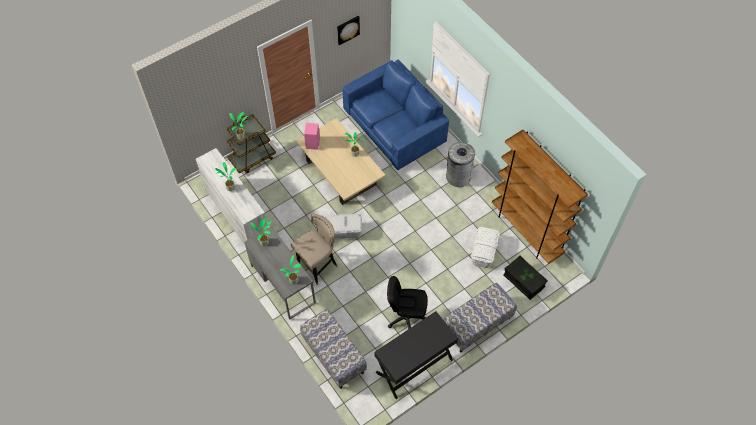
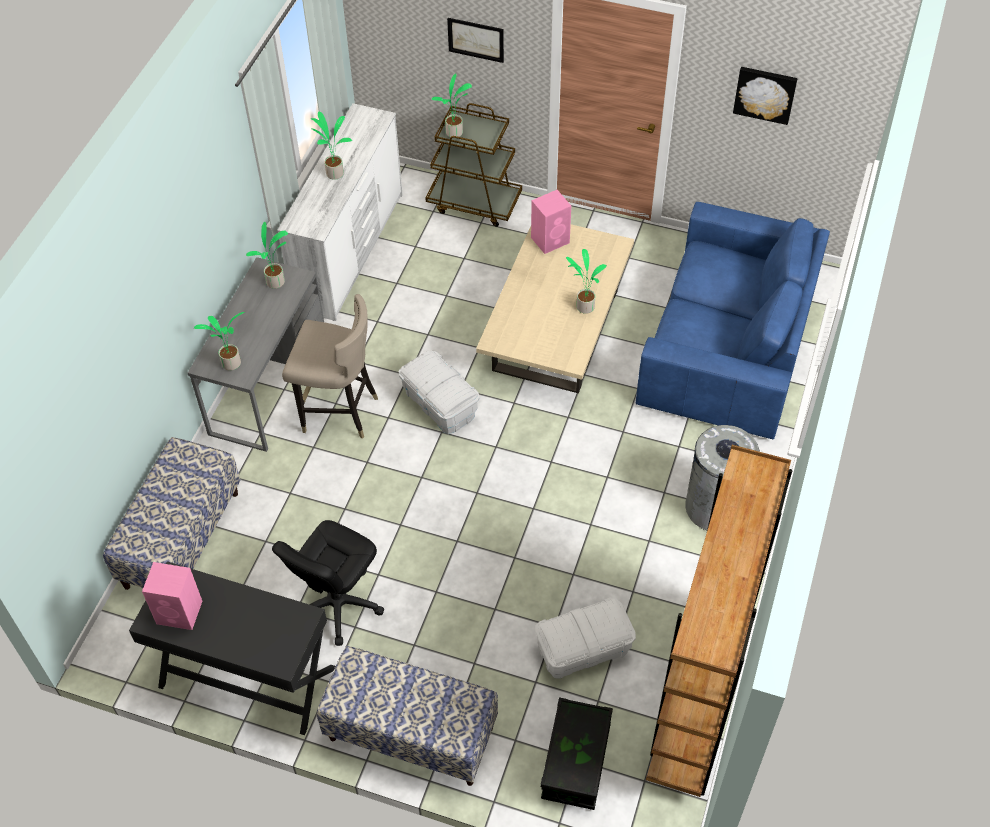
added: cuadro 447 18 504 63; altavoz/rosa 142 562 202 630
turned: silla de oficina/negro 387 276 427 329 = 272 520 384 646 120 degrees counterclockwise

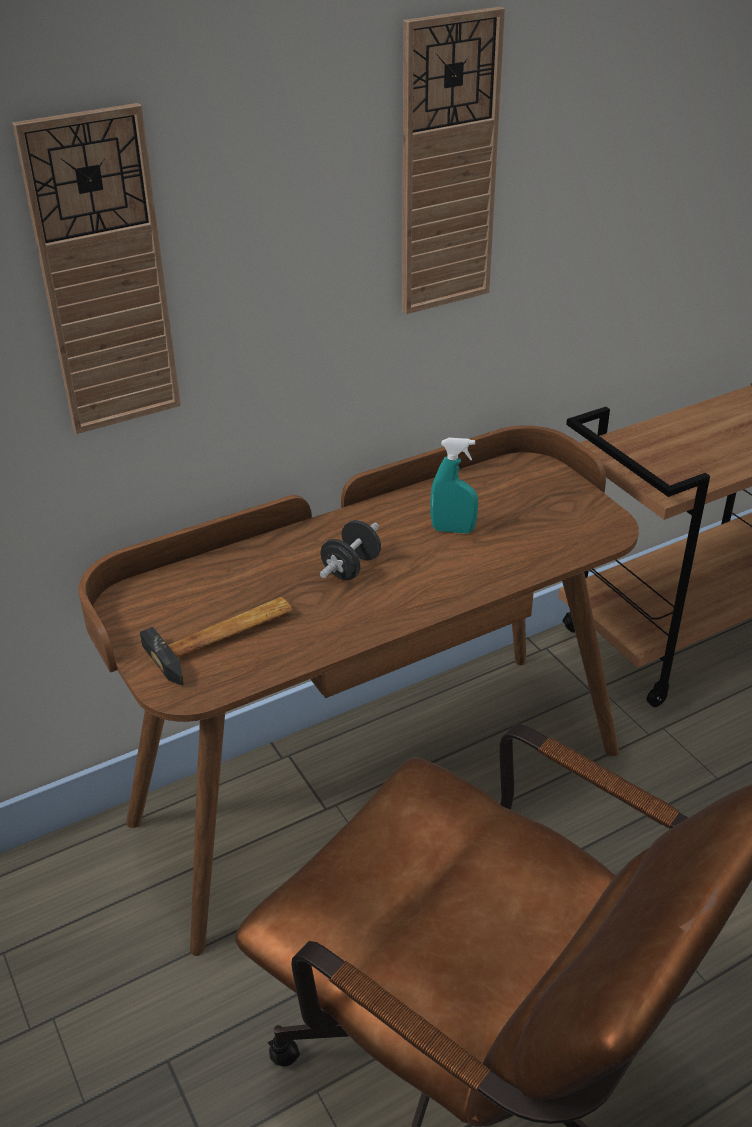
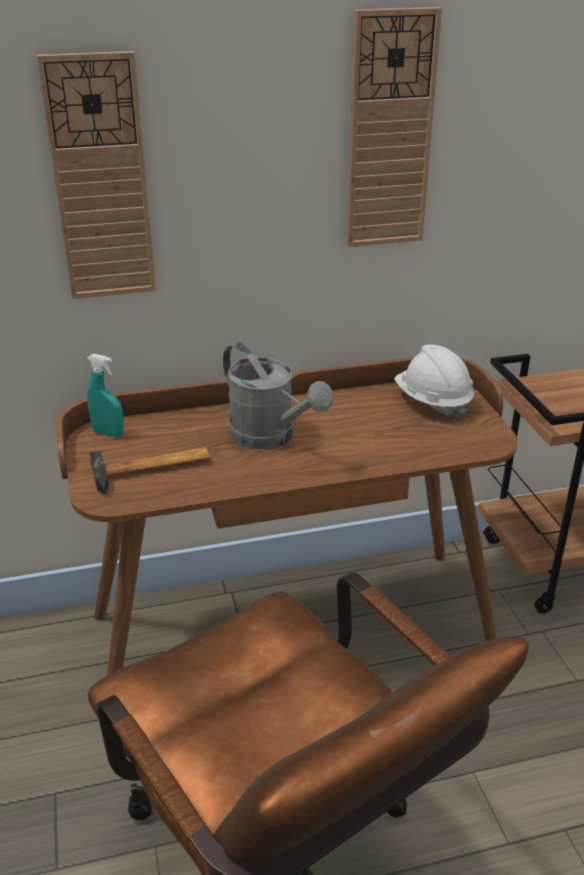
added: casco/blanco 394 345 474 419
moved: pulverizador/turquesa 430 438 478 534 to 87 354 124 437
replaced: mancuerna/negro 320 520 381 580 to regadera/gris 223 342 333 449

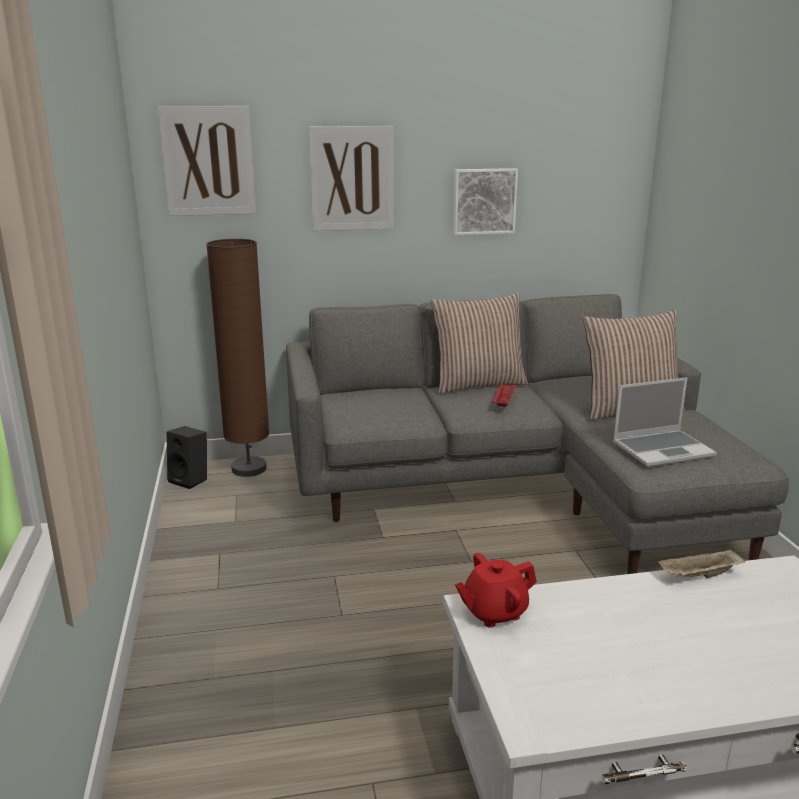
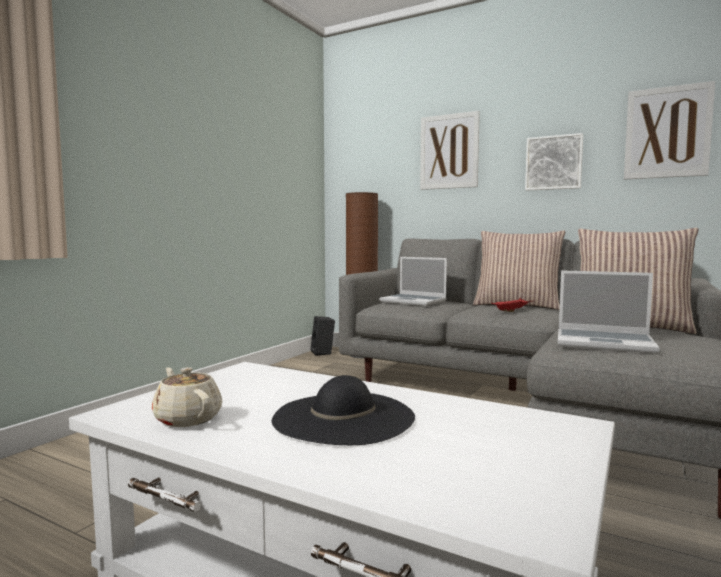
removed: bandeja/beis 658 548 745 578; tetera/rojo 455 553 537 628
added: portátil 379 257 447 306; tetera/beis 152 367 222 427; sombrero/negro 272 375 415 445
moved: cuadro 158 106 256 216 to 624 81 715 179

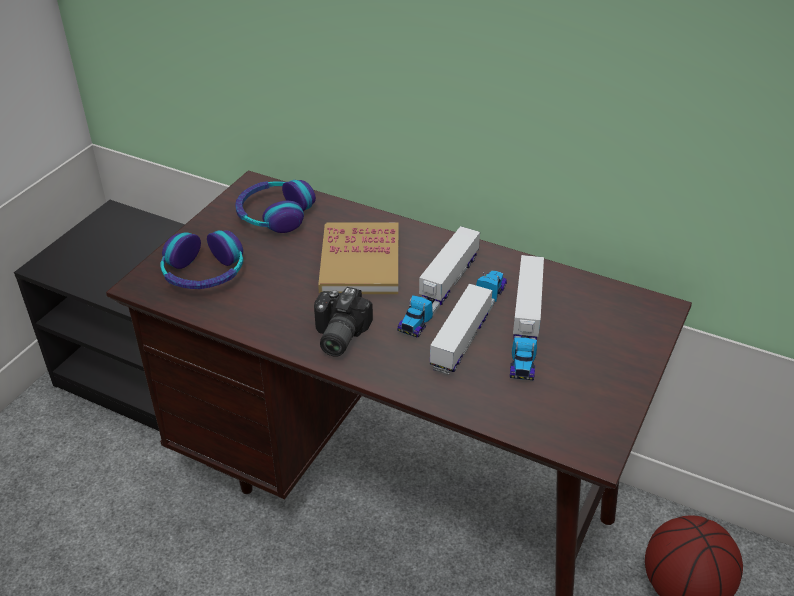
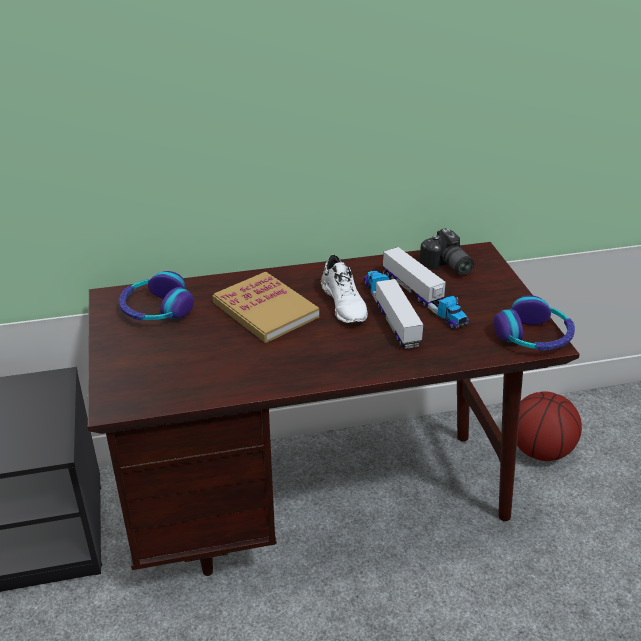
moved: auriculares 160 230 243 289 to 494 295 575 350; cámara 314 287 373 357 to 420 228 474 275
replaced: camión de juguete 397 226 480 337 to zapato/blanco 321 254 368 324

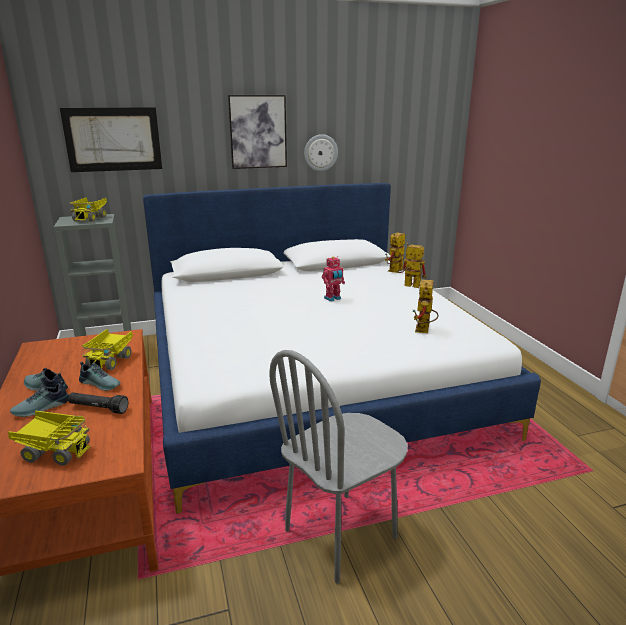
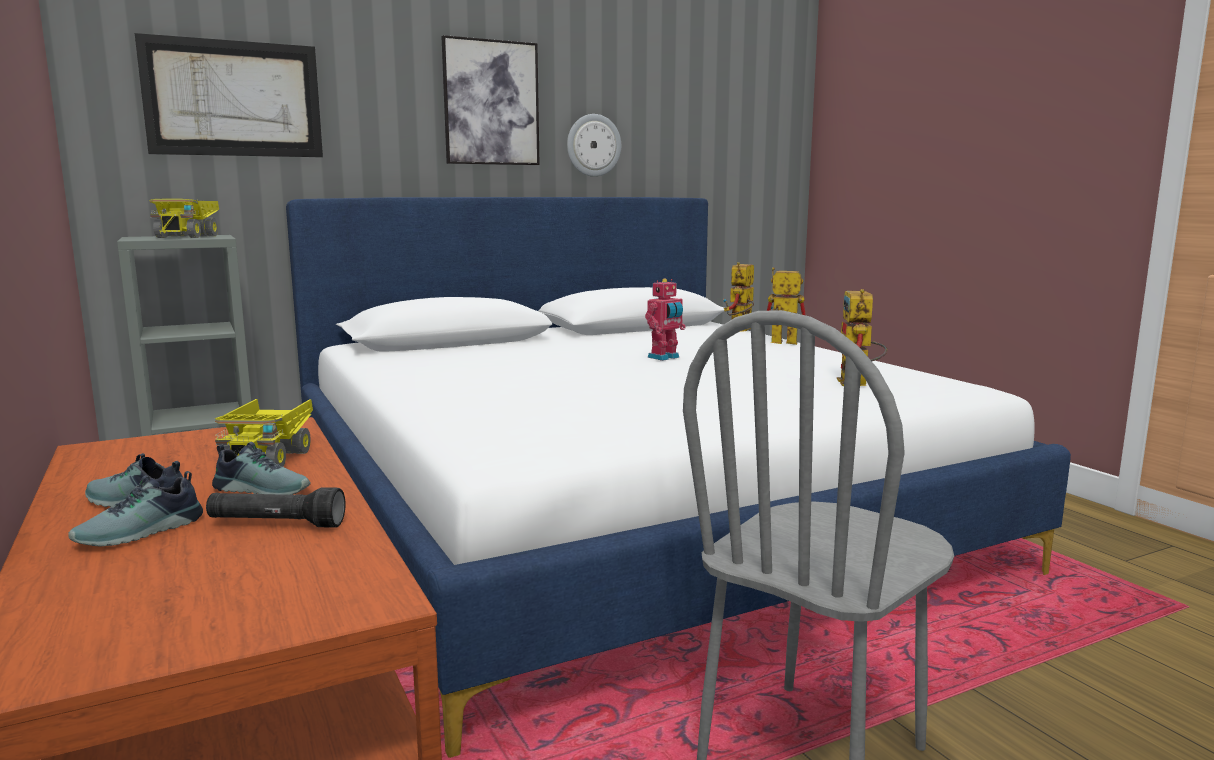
removed: camión de juguete 8 411 91 466

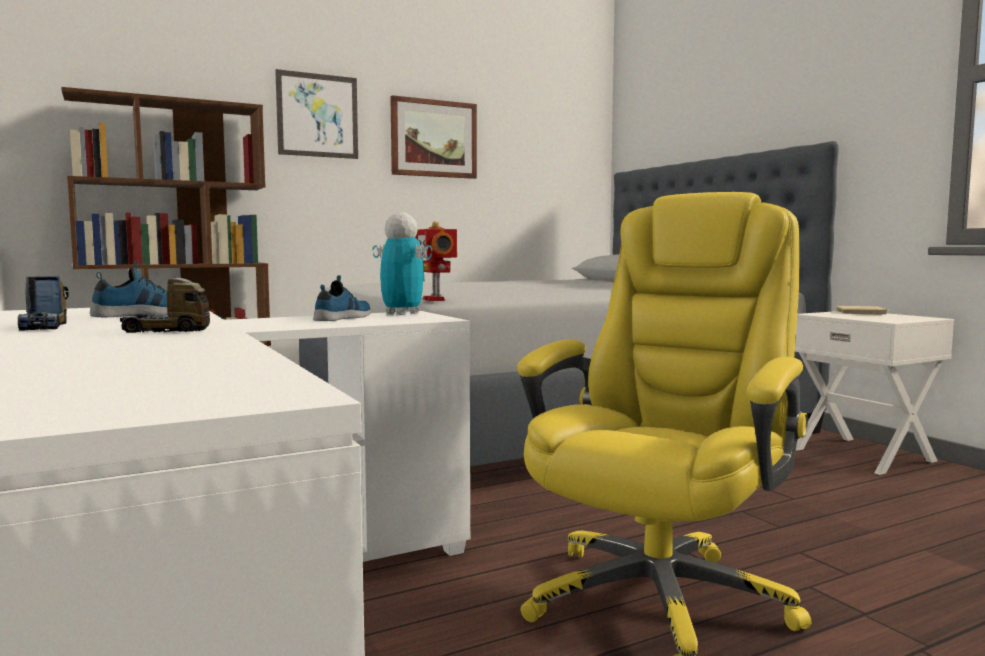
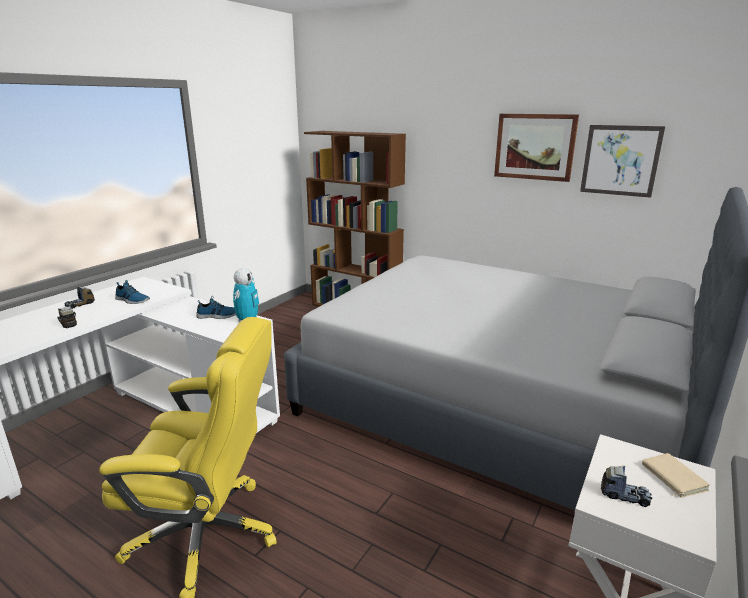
removed: robot de juguete 415 221 457 301
added: camión de juguete 601 466 652 507
moved: cuadro 275 69 358 159 to 580 125 665 198

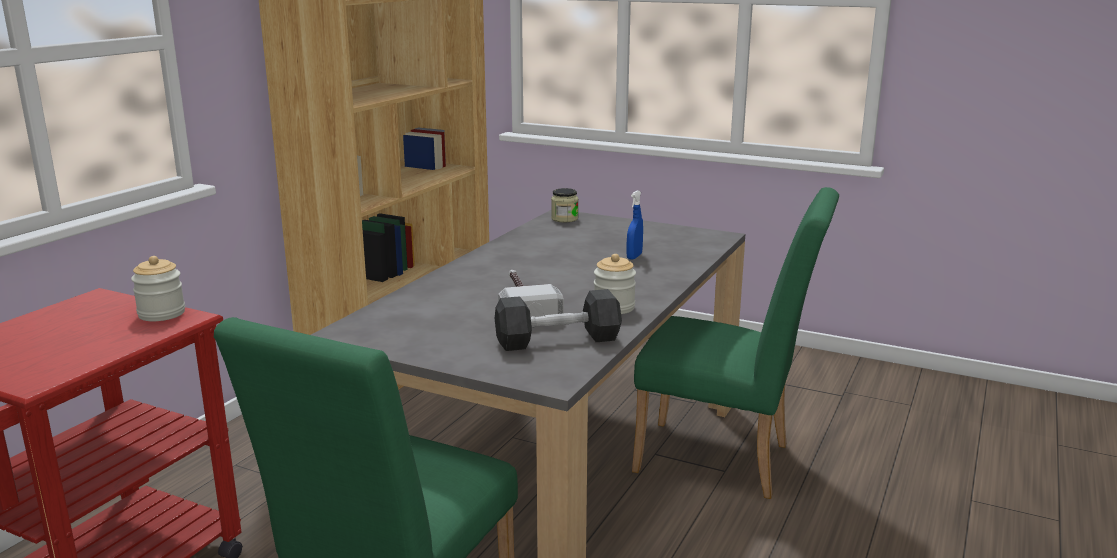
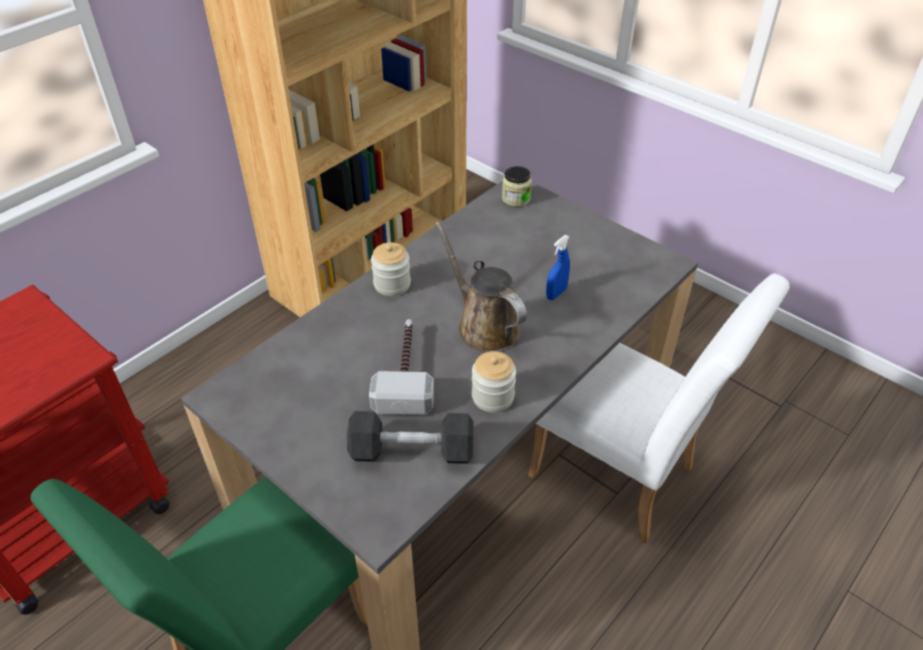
added: regadera/marrón 435 221 527 352
moved: tarro 131 256 185 321 to 371 242 411 296
recoloured: silla/verde 632 187 839 499 to silla/blanco 528 273 790 543

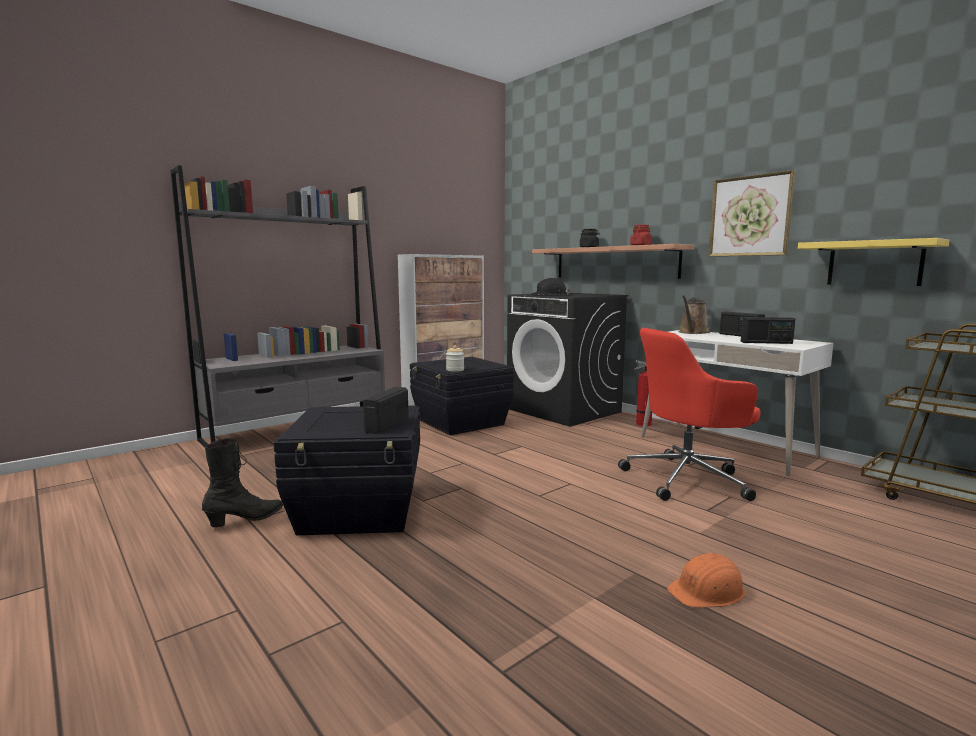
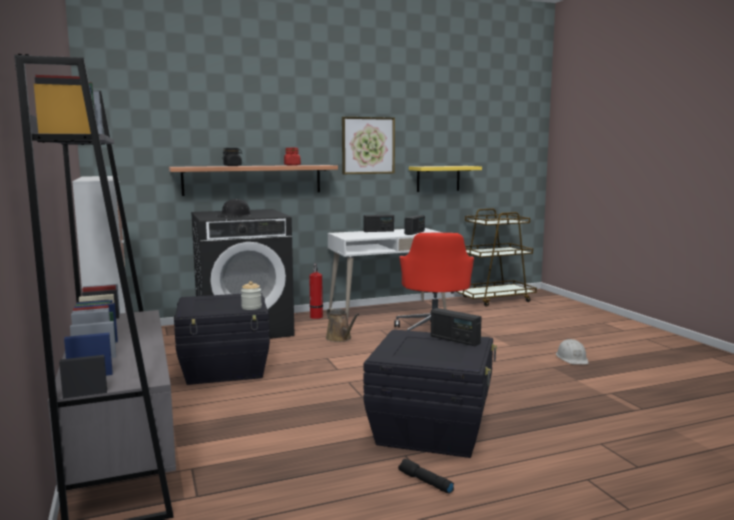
moved: regadera/marrón 679 296 710 334 to 326 308 359 342
replaced: bota/negro 202 438 283 527 to linterna/negro 398 459 454 494
recoloured: casco/naranja 667 553 745 608 to casco/blanco 556 339 588 365

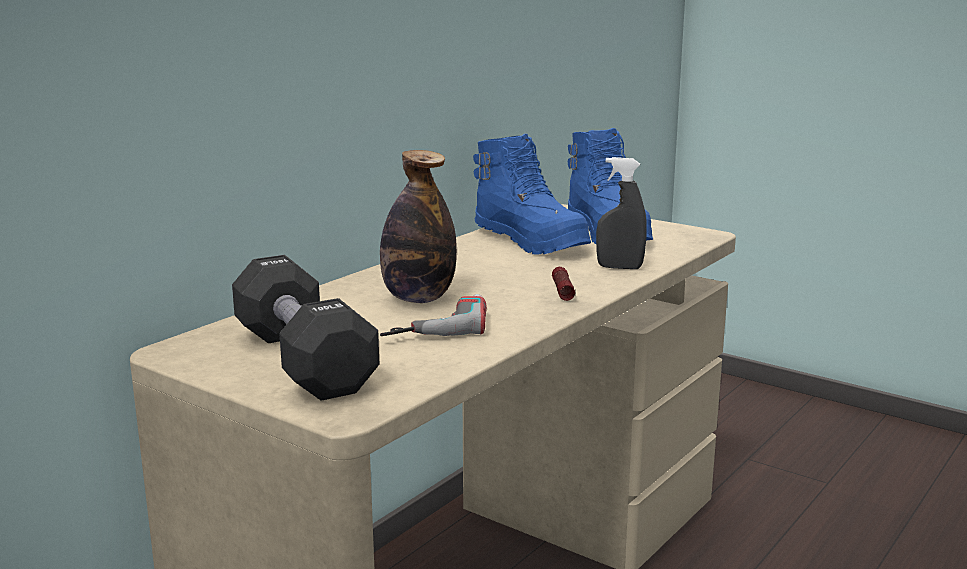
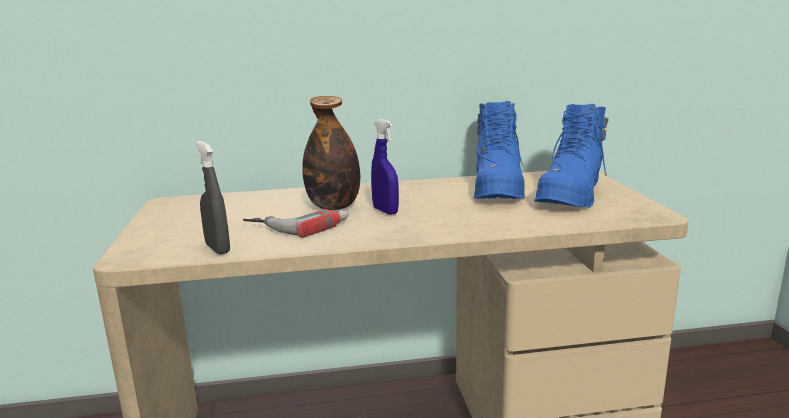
removed: mancuerna/negro 232 255 379 401; linterna 552 267 575 301
added: pulverizador/azul 371 119 399 215
moved: pulverizador/gris 596 157 647 269 to 196 141 230 255

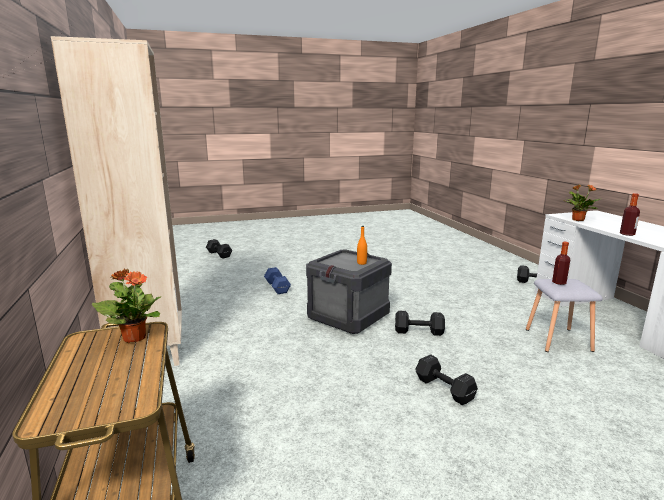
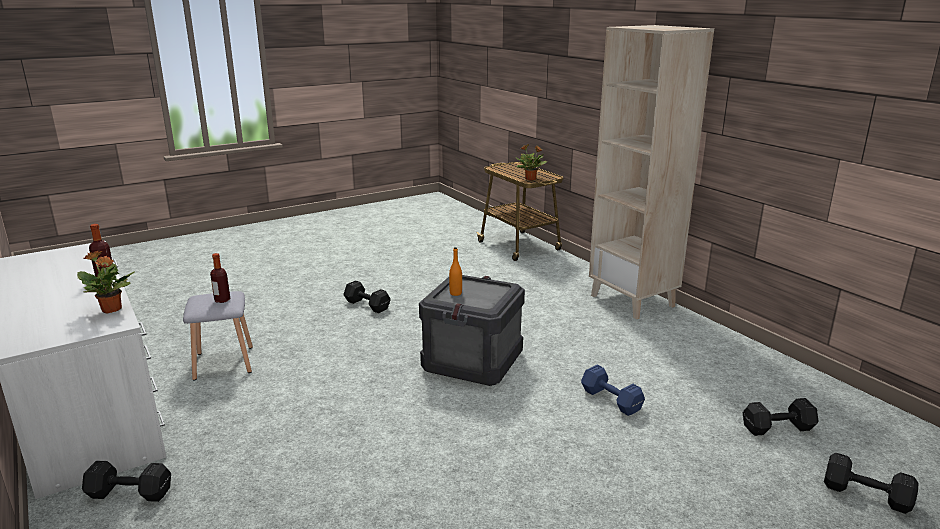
moved: mancuerna/negro 395 311 445 336 to 743 398 818 436

